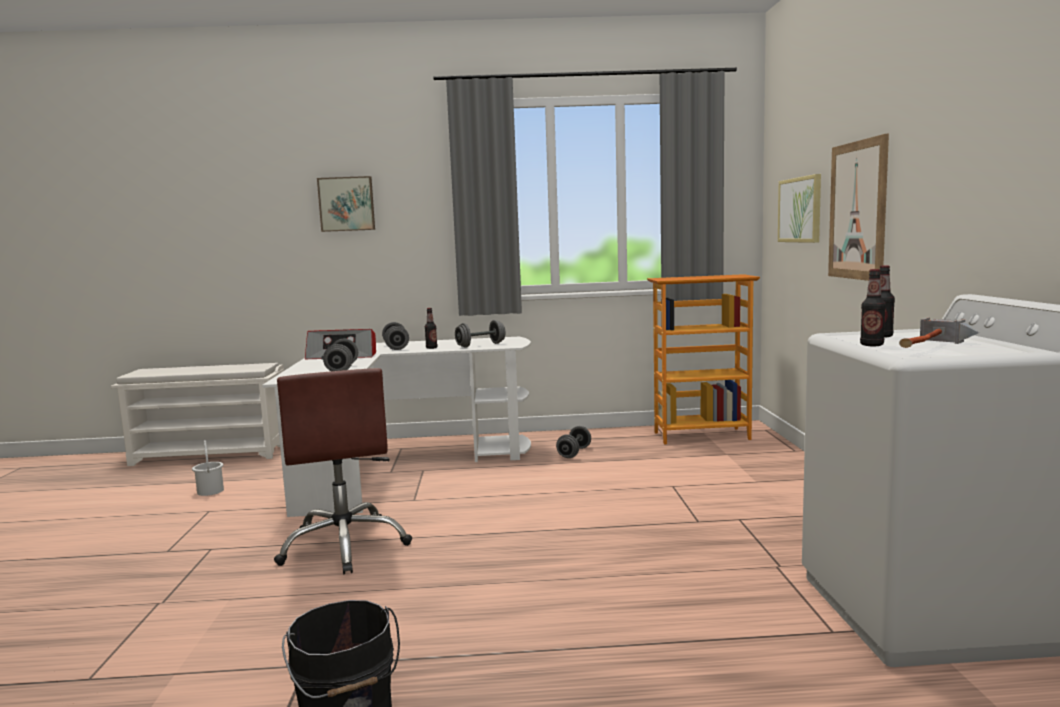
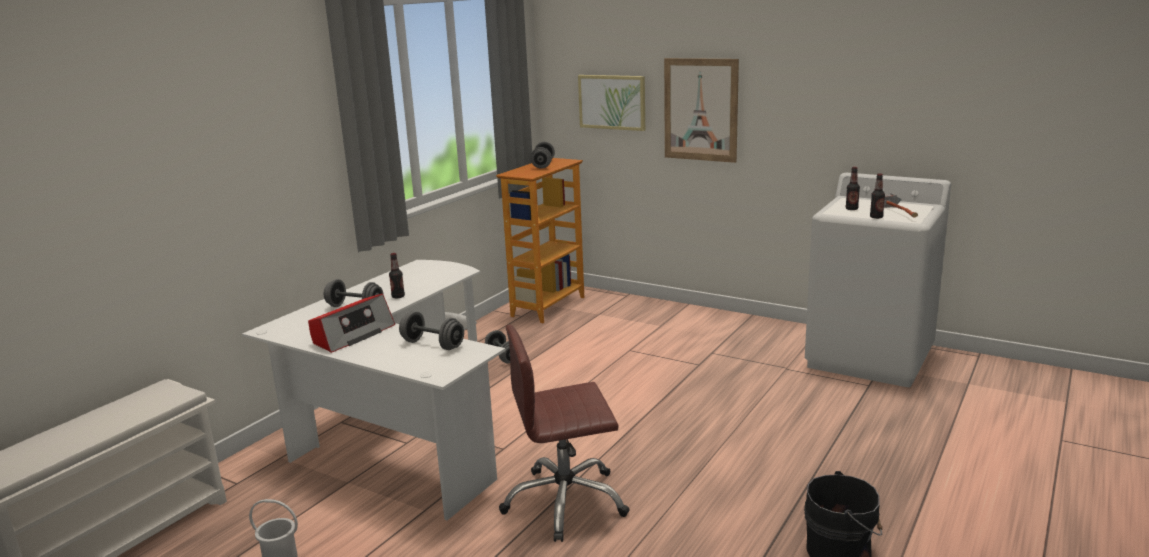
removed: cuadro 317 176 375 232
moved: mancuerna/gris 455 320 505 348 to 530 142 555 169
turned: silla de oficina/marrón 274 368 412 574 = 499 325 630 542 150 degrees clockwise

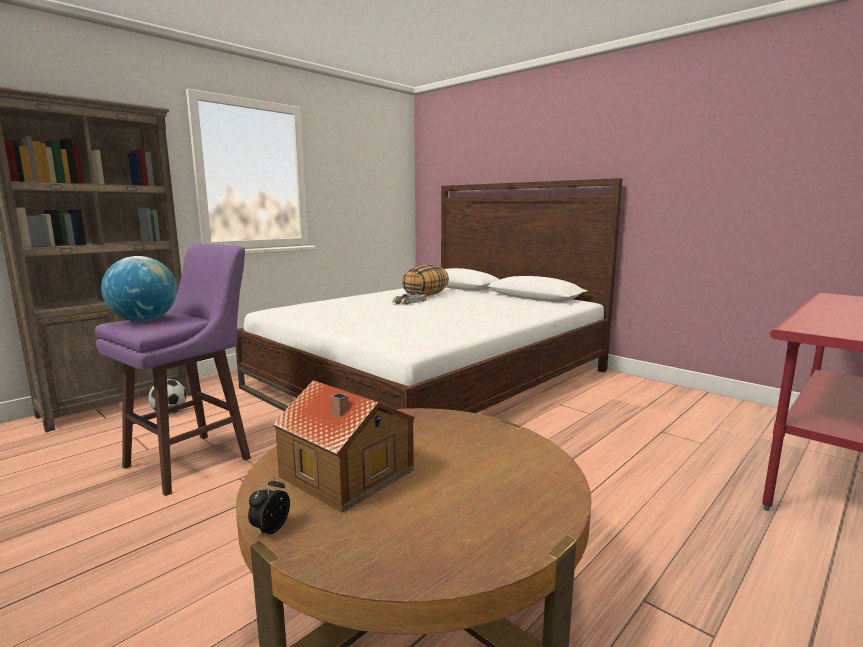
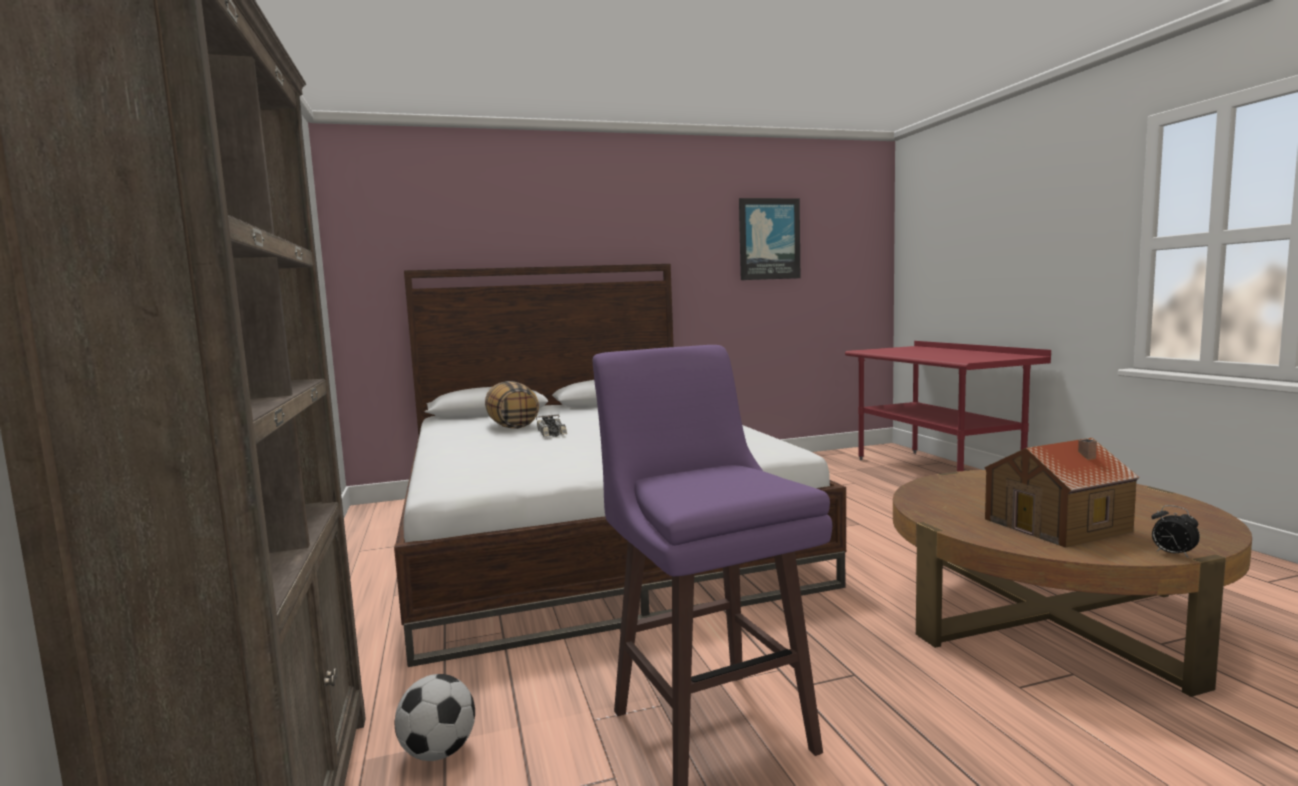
removed: globo terráqueo 101 256 177 322
added: cuadro 739 198 800 280

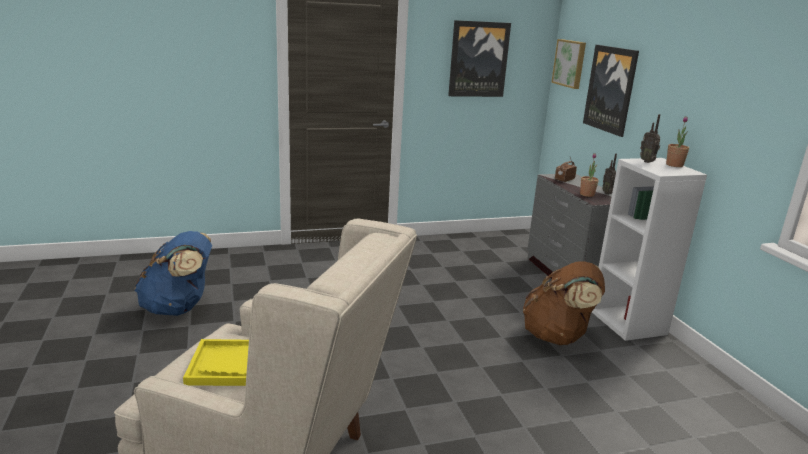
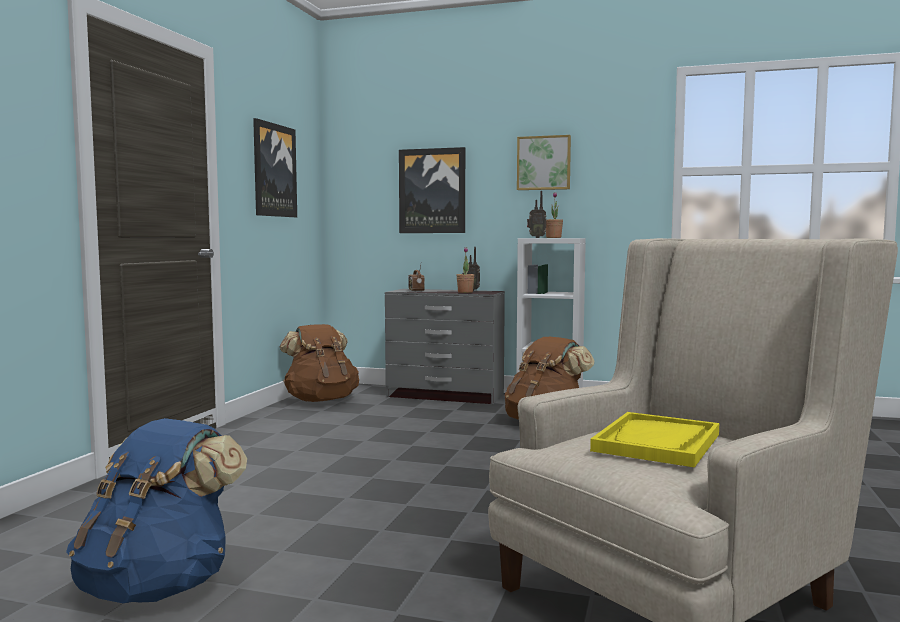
added: mochila/marrón 280 324 359 402
moved: cuadro 551 39 586 89 to 517 135 571 190

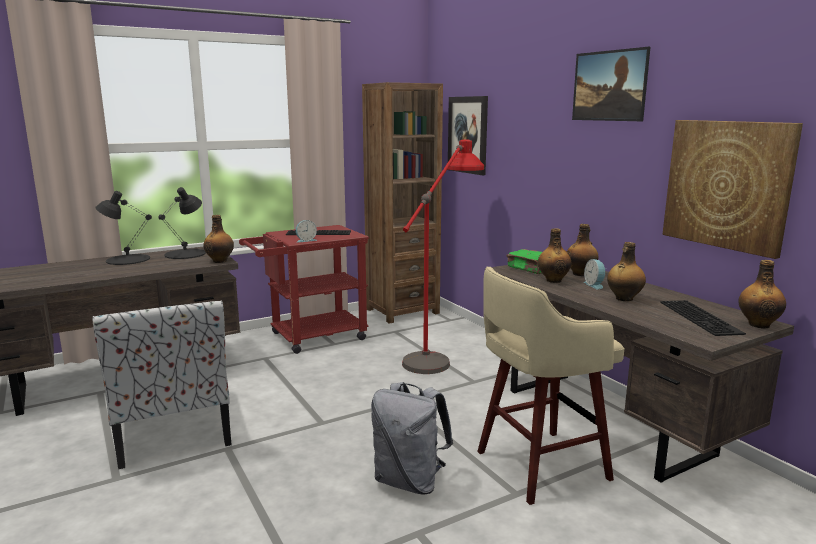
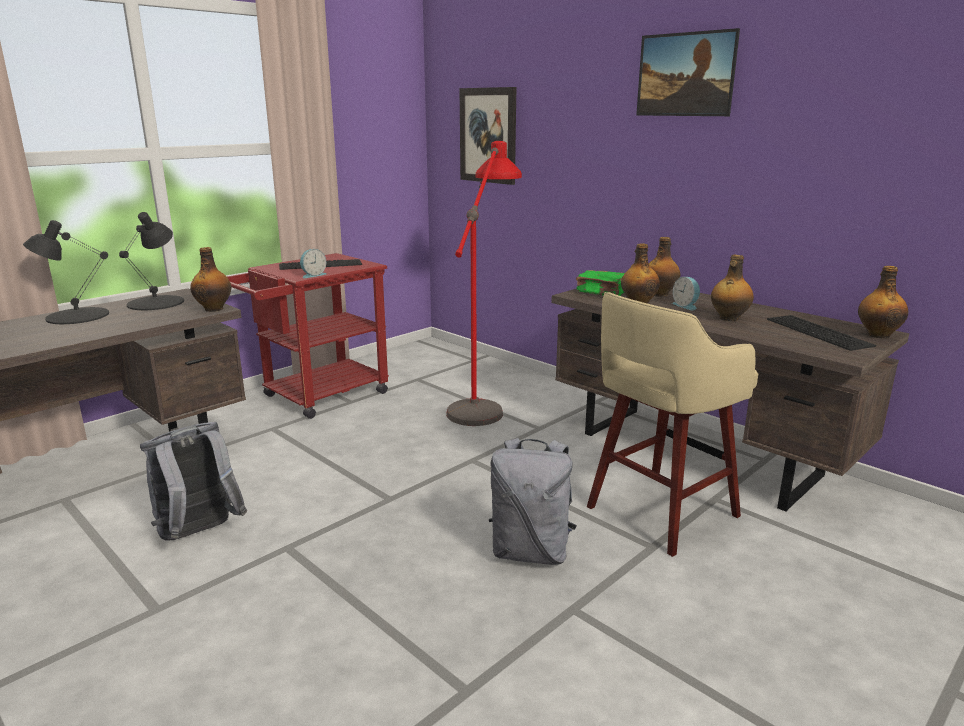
removed: estantería/marrón 362 82 443 324; cuadro 662 120 803 259
replaced: silla 92 300 232 469 to mochila/gris 140 422 247 540

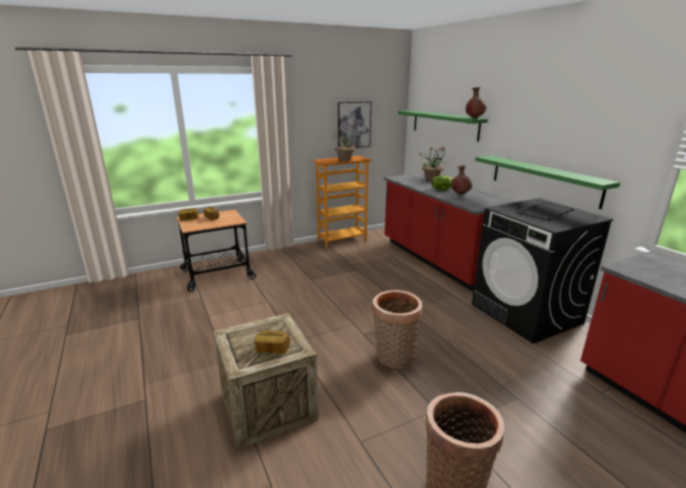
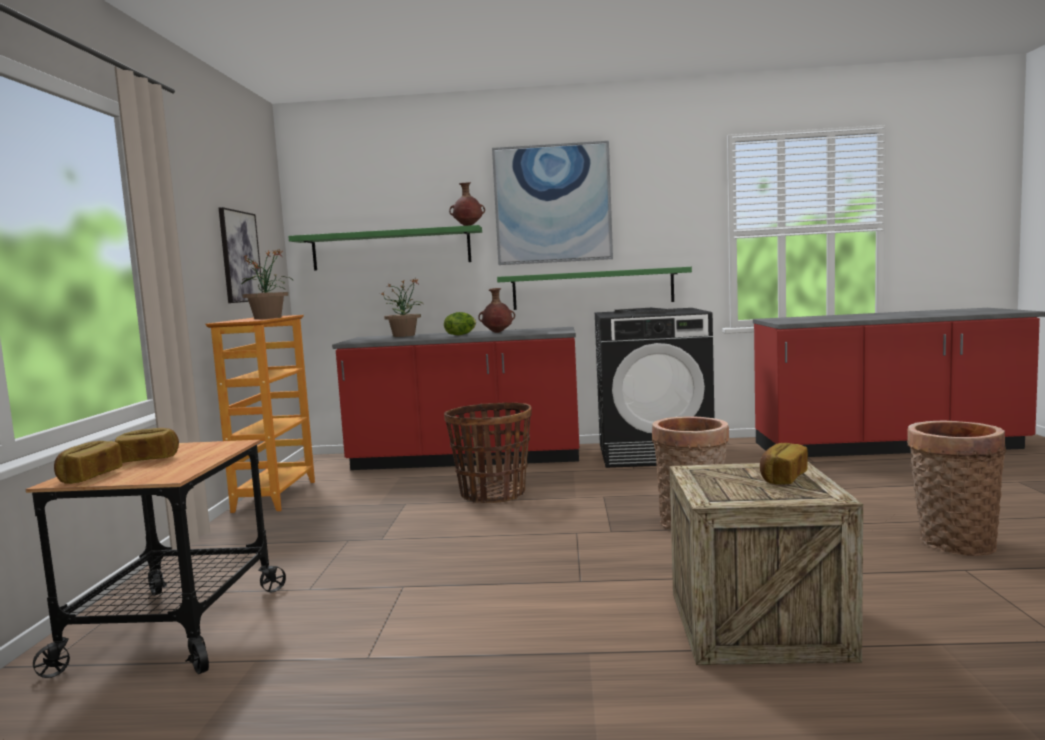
added: cuadro 492 141 613 265; cesta 444 402 532 503

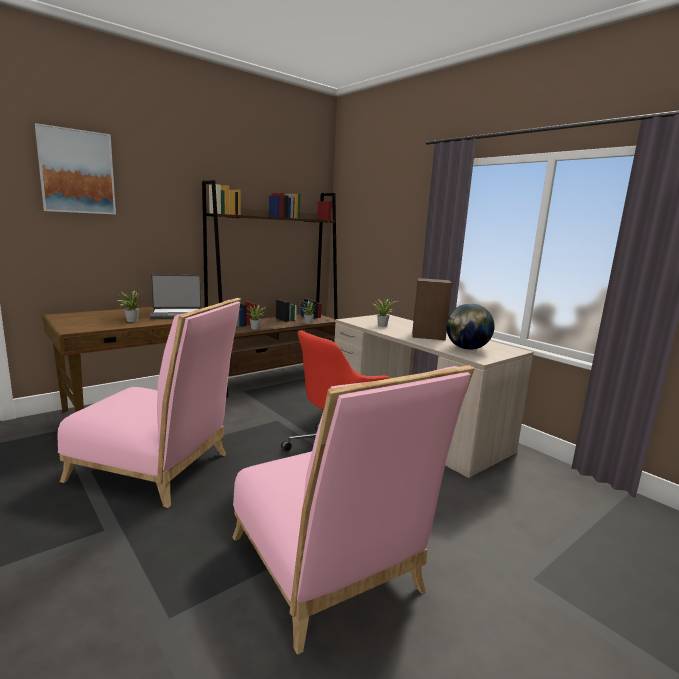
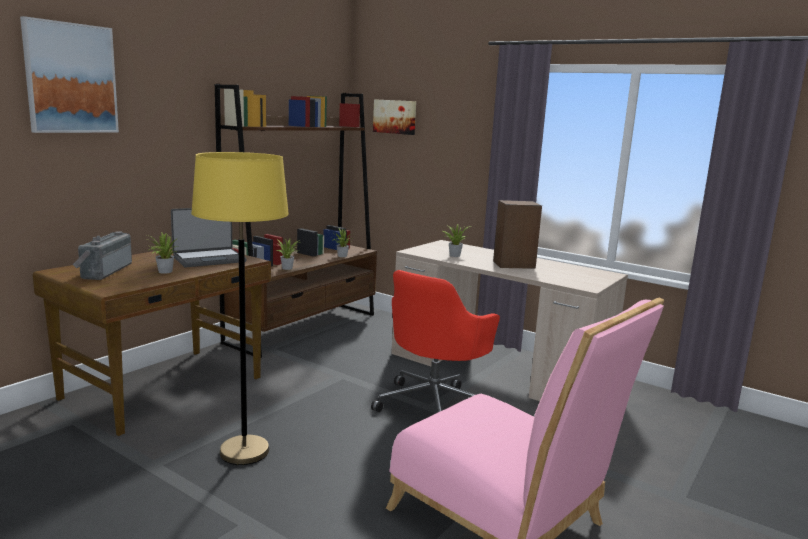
removed: globo terráqueo 446 303 495 350
added: cuadro 373 99 416 135; radio 73 231 132 280
replaced: silla/rosa 57 298 241 508 to lámpara de pie/amarillo 191 152 289 465

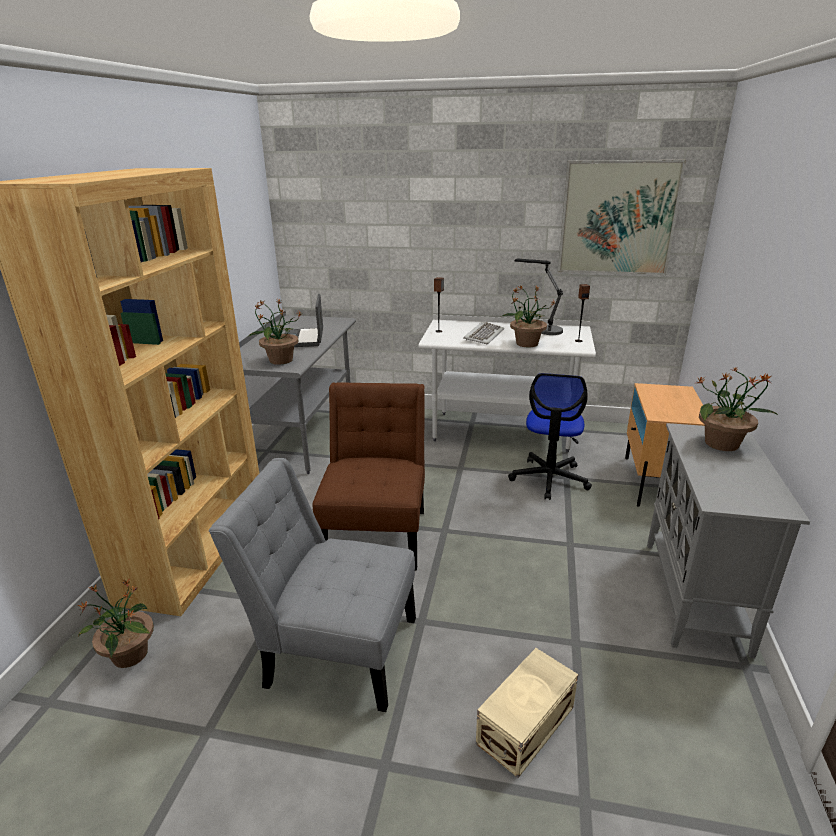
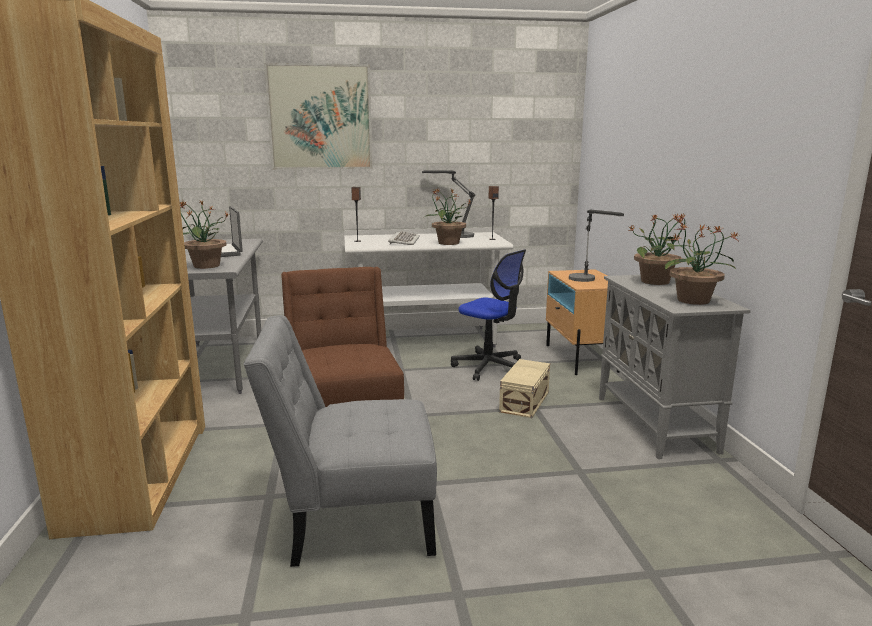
added: lámpara de mesa 569 210 624 282
moved: cuadro 558 160 686 275 to 264 63 373 170; planta en maceta 78 579 154 668 to 665 223 740 305; caja de almacenaje/beis 476 648 578 778 to 499 359 550 418
turned: silla de oficina 508 373 592 500 = 451 250 526 381 45 degrees counterclockwise

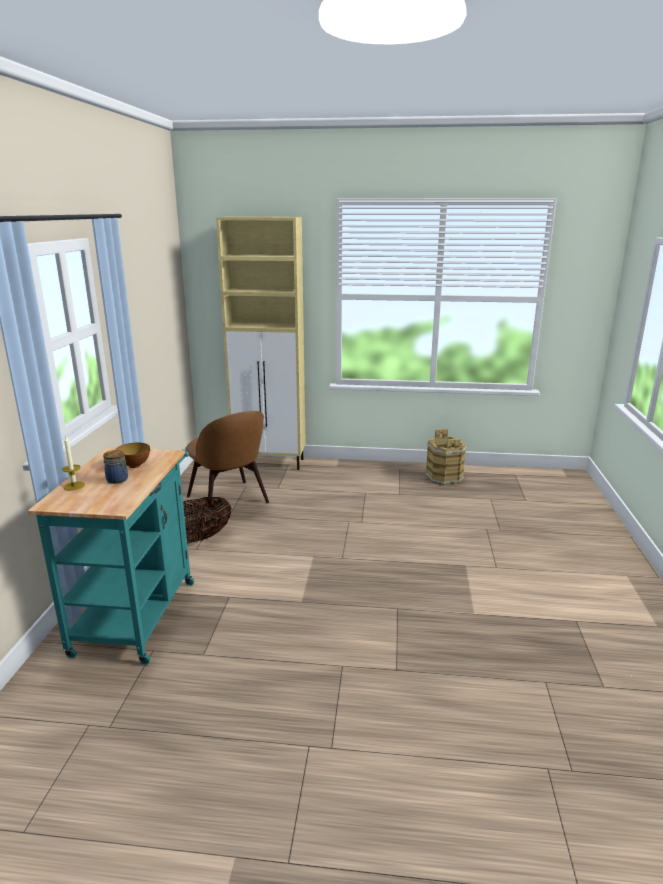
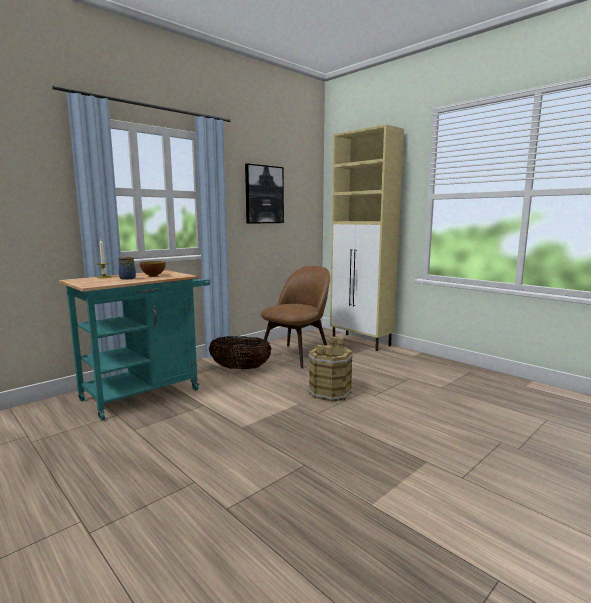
added: cuadro 245 164 284 224
moved: cubo/marrón 425 428 467 486 to 308 336 353 402
turned: silla/marrón 185 411 269 519 = 261 266 330 369 150 degrees counterclockwise

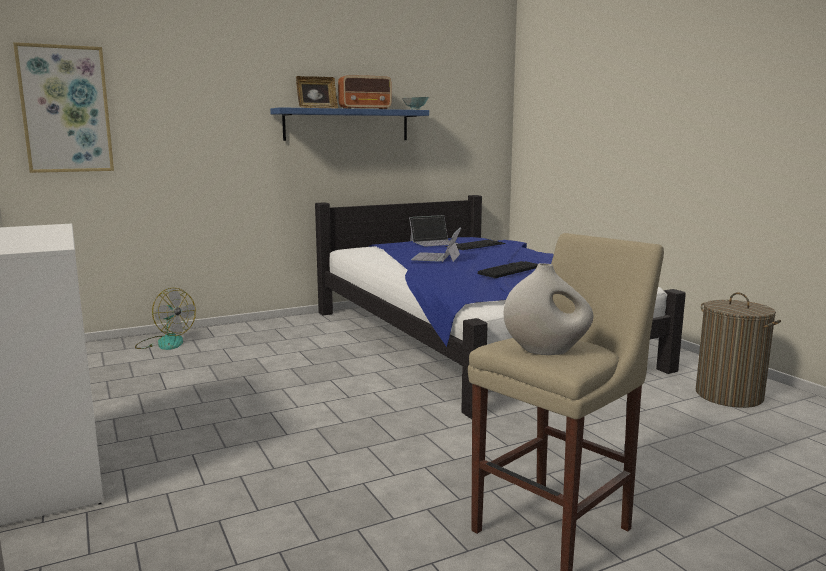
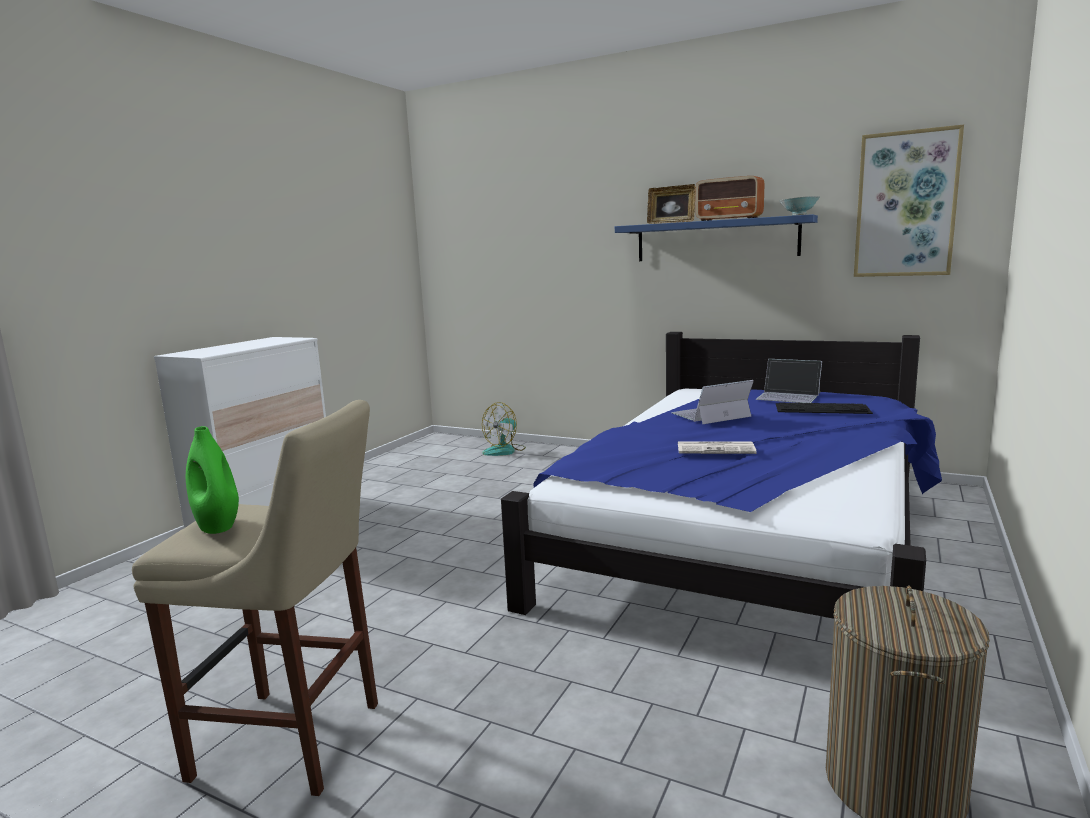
moved: cuadro 13 42 114 173 to 854 124 964 277
replaced: teclado 478 261 538 278 to periódico 678 441 757 454
recoloured: florero/blanco 504 263 593 355 to florero/verde 186 426 239 534
turned: ventilador 135 288 196 350 = 482 402 526 456 45 degrees clockwise

